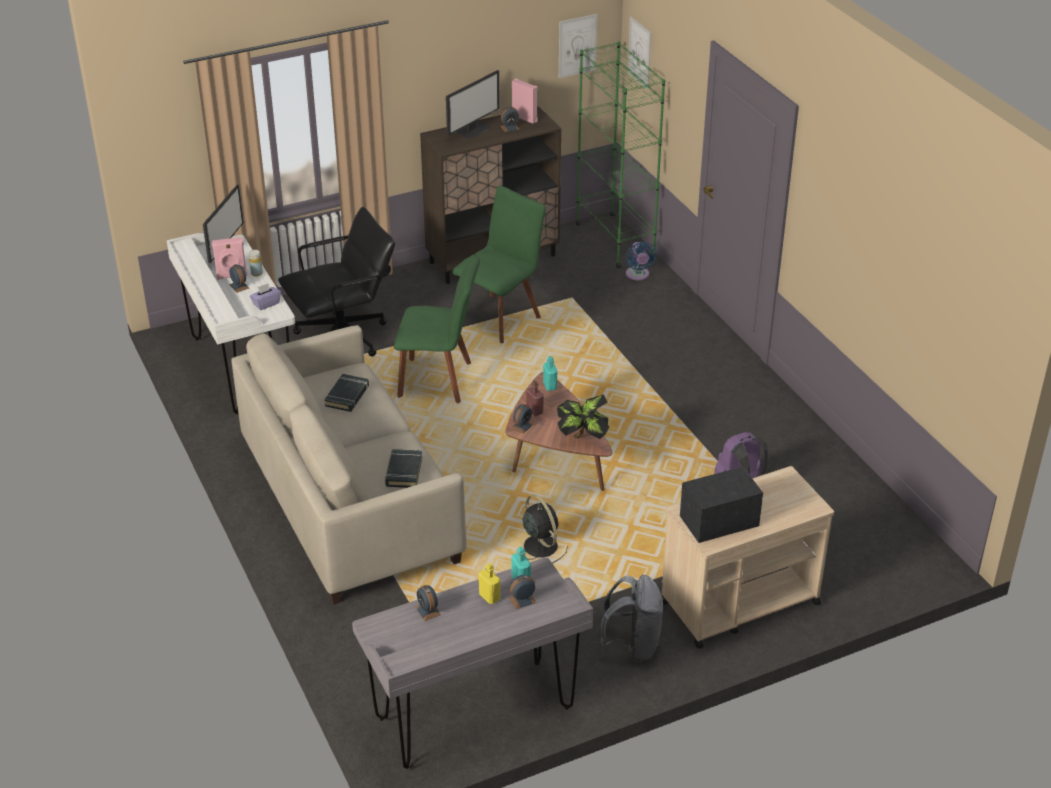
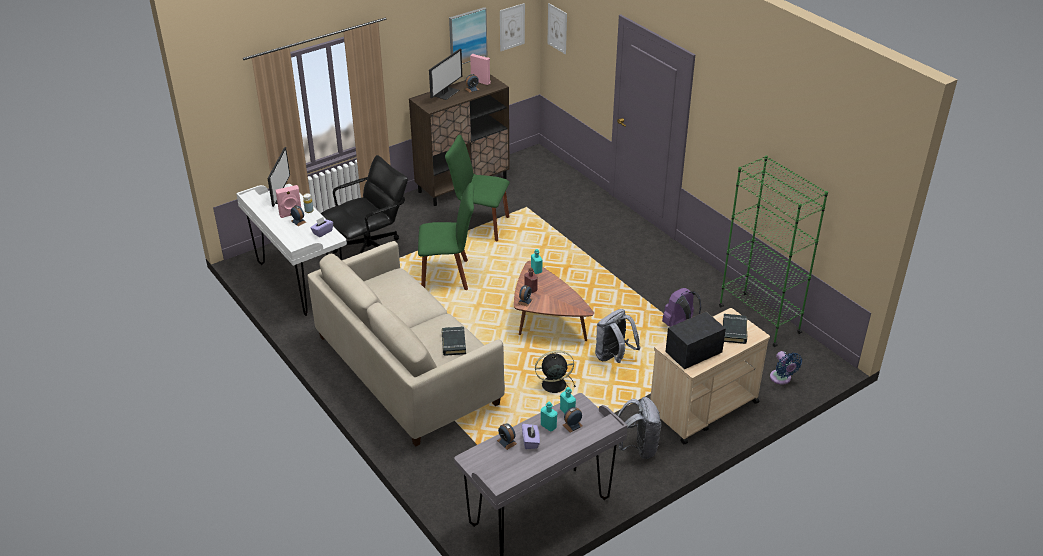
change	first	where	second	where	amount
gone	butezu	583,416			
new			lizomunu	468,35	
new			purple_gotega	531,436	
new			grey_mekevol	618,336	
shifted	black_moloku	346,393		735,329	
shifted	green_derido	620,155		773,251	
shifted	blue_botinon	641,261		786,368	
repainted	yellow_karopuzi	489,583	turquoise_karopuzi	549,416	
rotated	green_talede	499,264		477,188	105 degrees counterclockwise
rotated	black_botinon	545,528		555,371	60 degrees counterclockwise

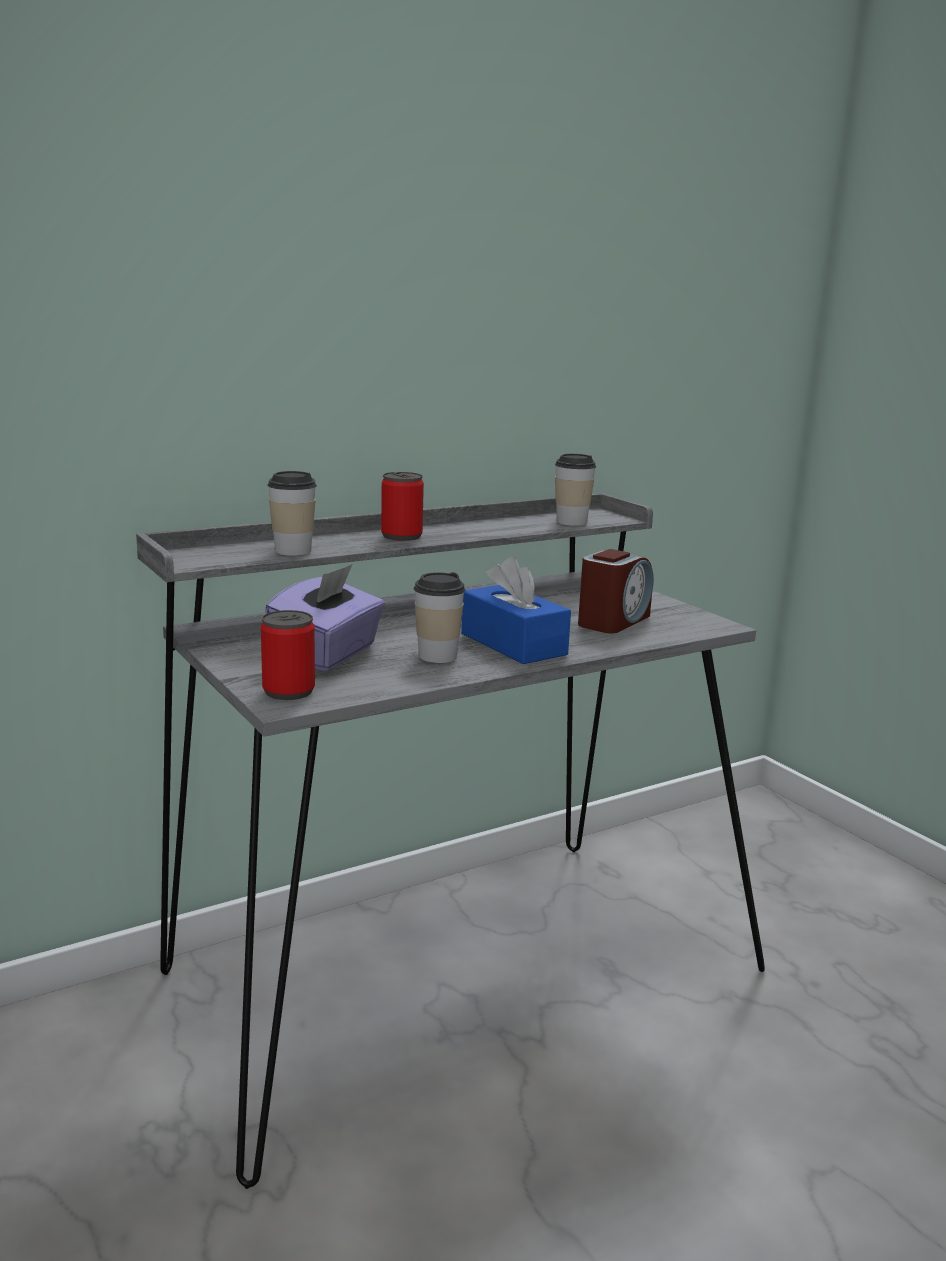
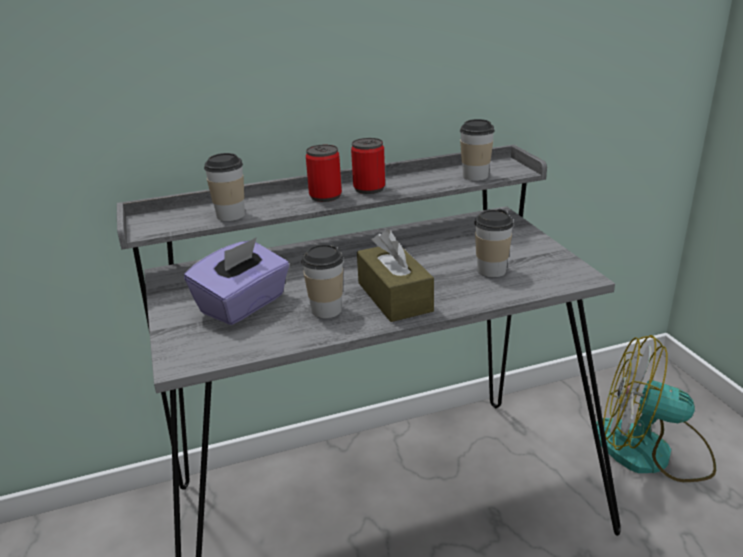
change	first	where	second	where	amount
new			botinon	656,408	
shifted	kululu	288,655		368,166	
swapped	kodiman	615,591	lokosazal	494,243	
repainted	blue_gotega	516,610	brown_gotega	395,275	

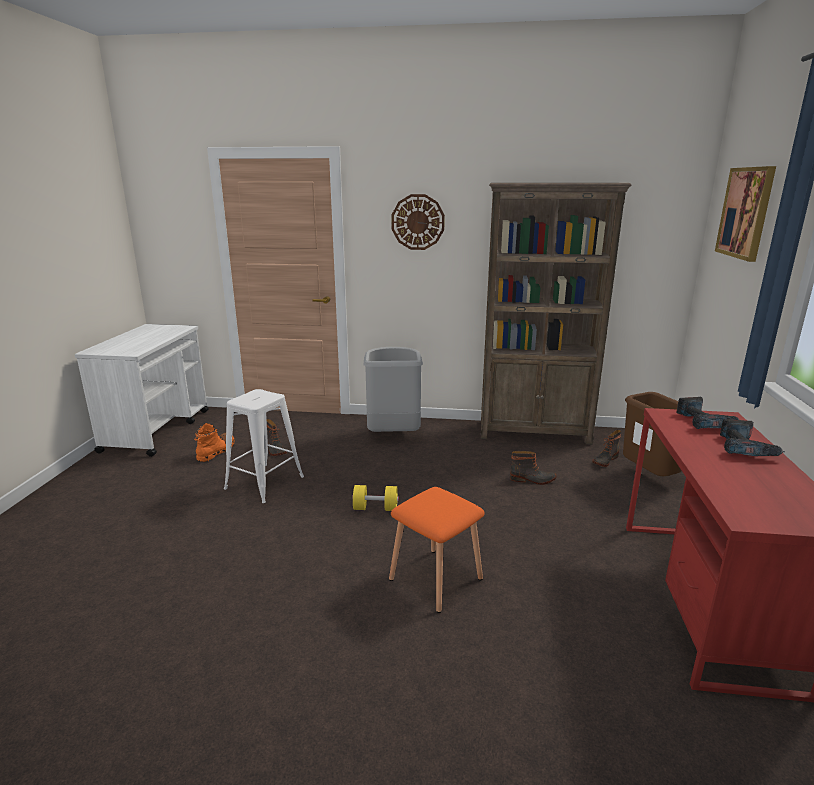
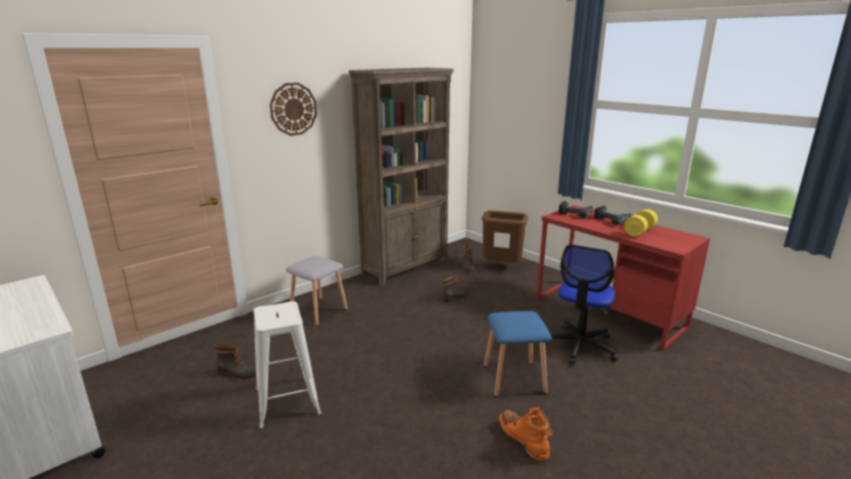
change	first	where	second	where	amount
gone	lizomunu	745,214			
new			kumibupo	582,304	
shifted	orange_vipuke	214,442		526,434	
shifted	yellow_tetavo	375,498		641,223	
swapped	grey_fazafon	393,389	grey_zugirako	317,291	
repainted	orange_zugirako	437,550	blue_zugirako	518,354	

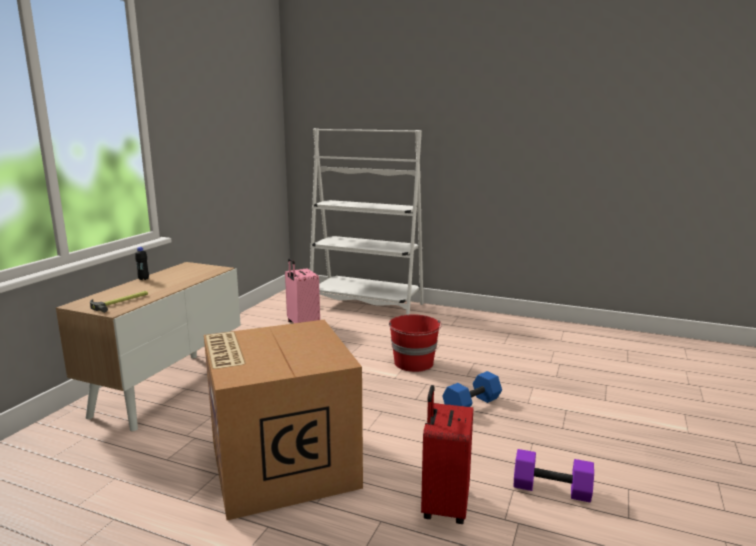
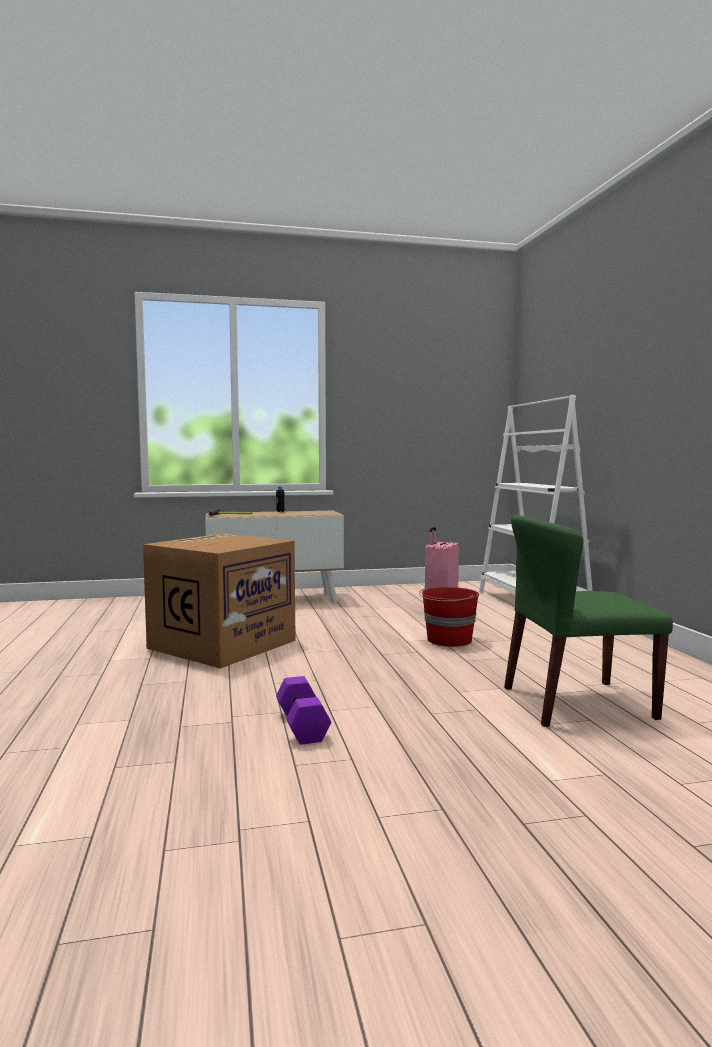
change	first	where	second	where	amount
gone	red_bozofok	447,454			
gone	blue_tetavo	472,389			
new			green_talede	588,621	

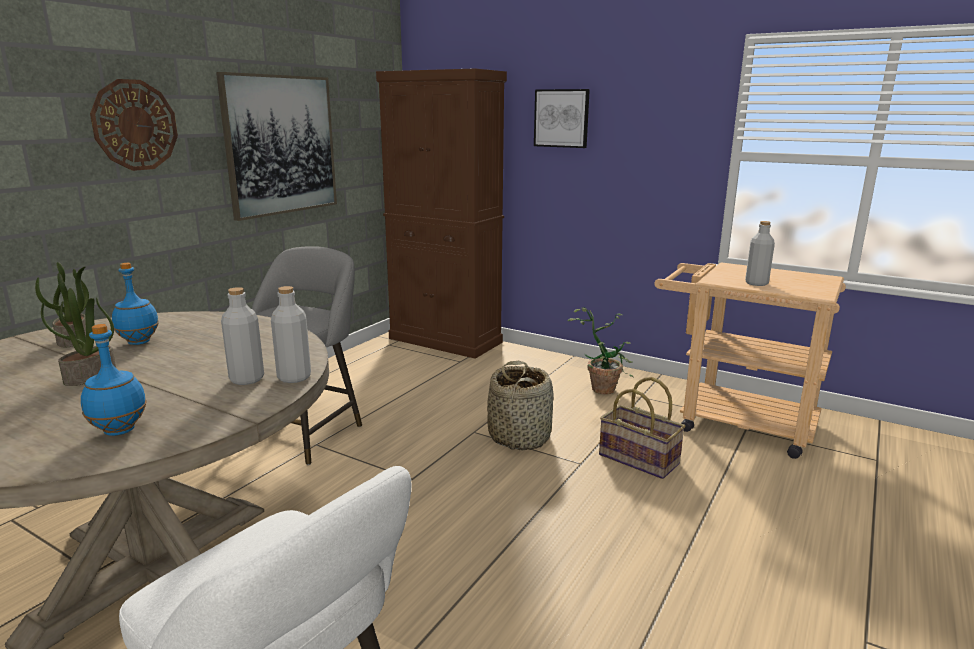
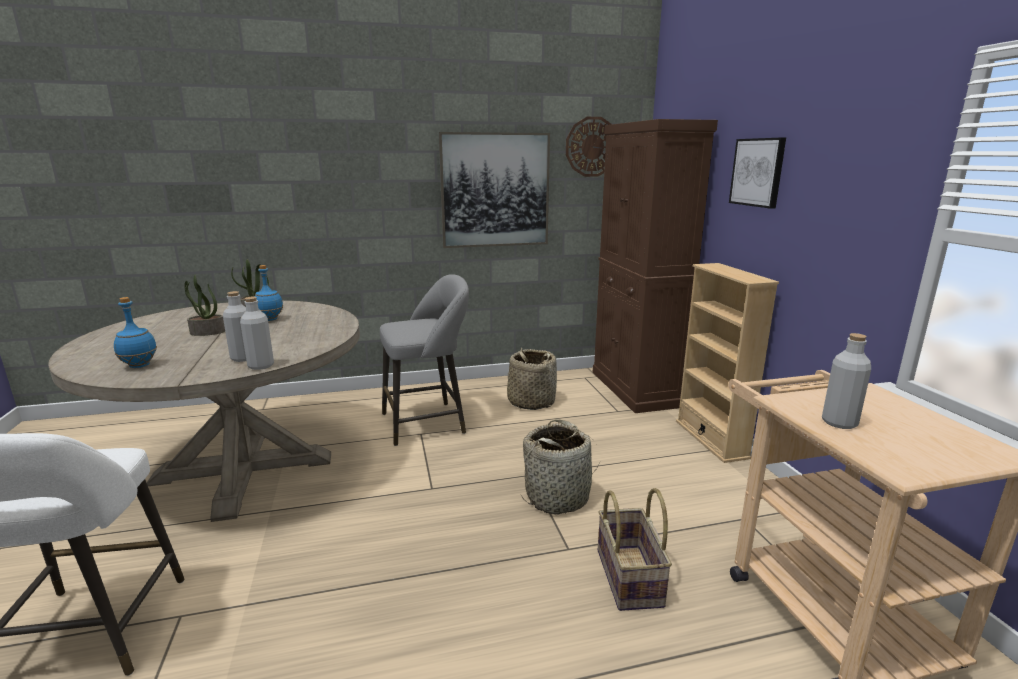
change	first	where	second	where	amount
gone	butezu	601,350			
new			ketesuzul	532,379	
new			beige_derido	727,363	
shifted	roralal	134,125		589,147	

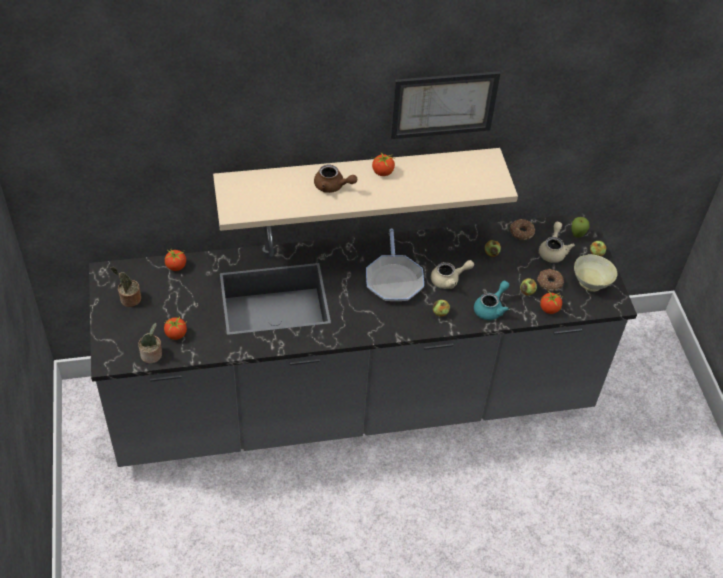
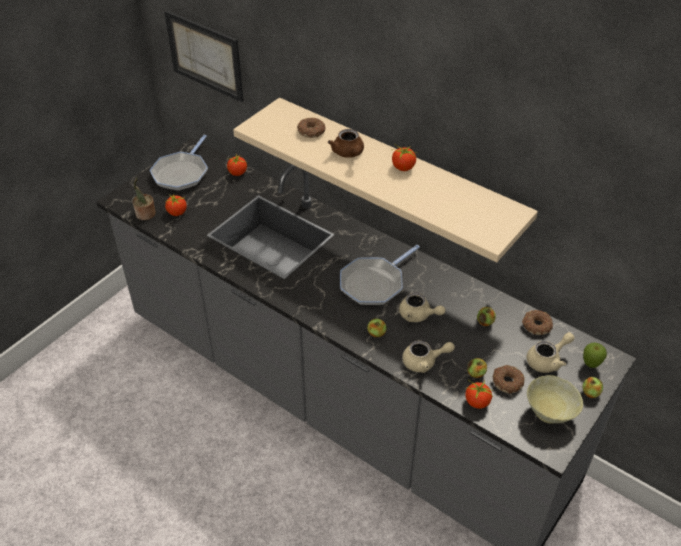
change	first	where	second	where	amount
new			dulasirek	311,128	
shifted	lizomunu	445,105		204,56	
swapped	butezu	125,287	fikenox	179,163	
repainted	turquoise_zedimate	491,300	beige_zedimate	428,356	

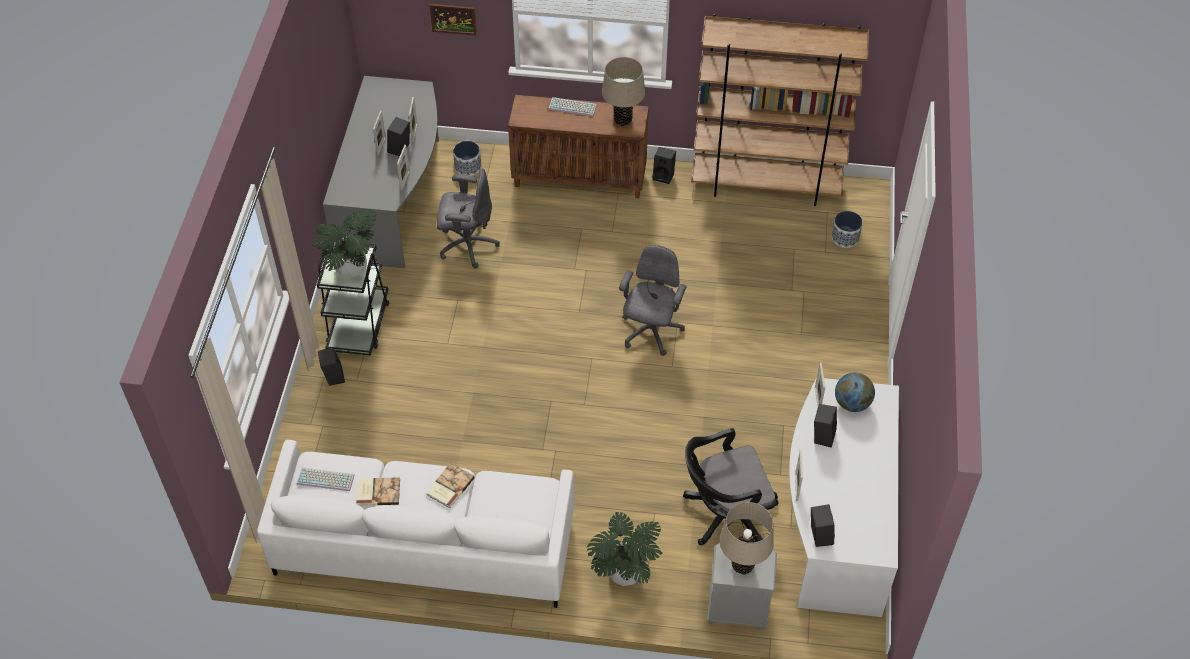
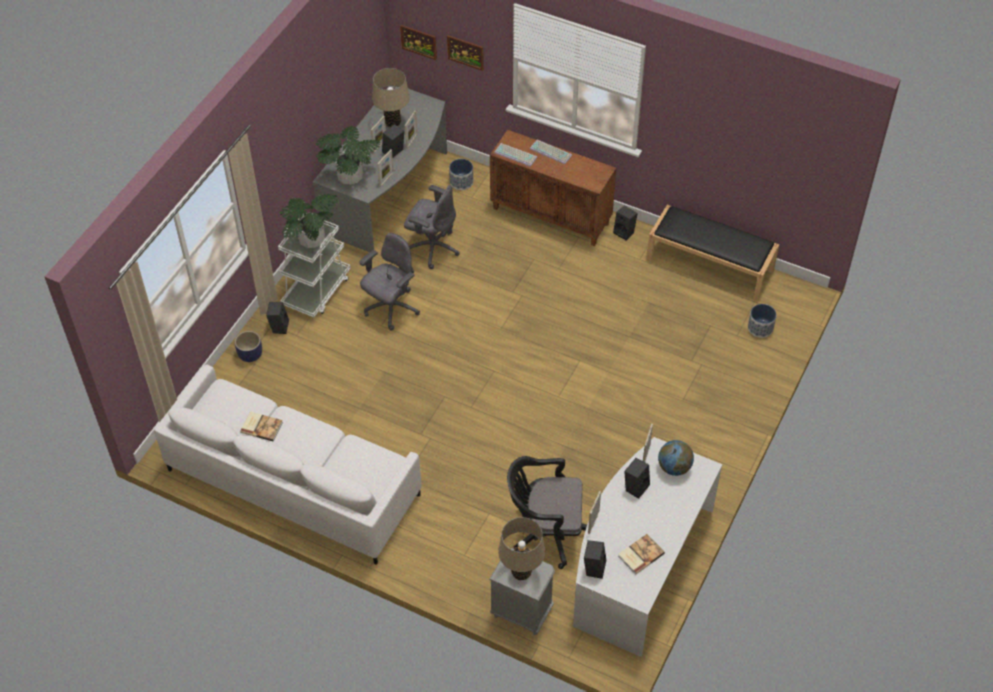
change	first	where	second	where	amount
new			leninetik	248,346	
new			lizomunu	418,42	
shifted	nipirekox	325,479		515,155	
shifted	moloku	450,485		641,554	
shifted	butezu	624,549		348,155	
shifted	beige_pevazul	623,91		391,97	
shifted	grey_kumibupo	653,300		389,281	
swapped	brown_derido	780,110	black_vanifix	713,252	
repainted	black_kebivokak	353,297	white_kebivokak	314,265	

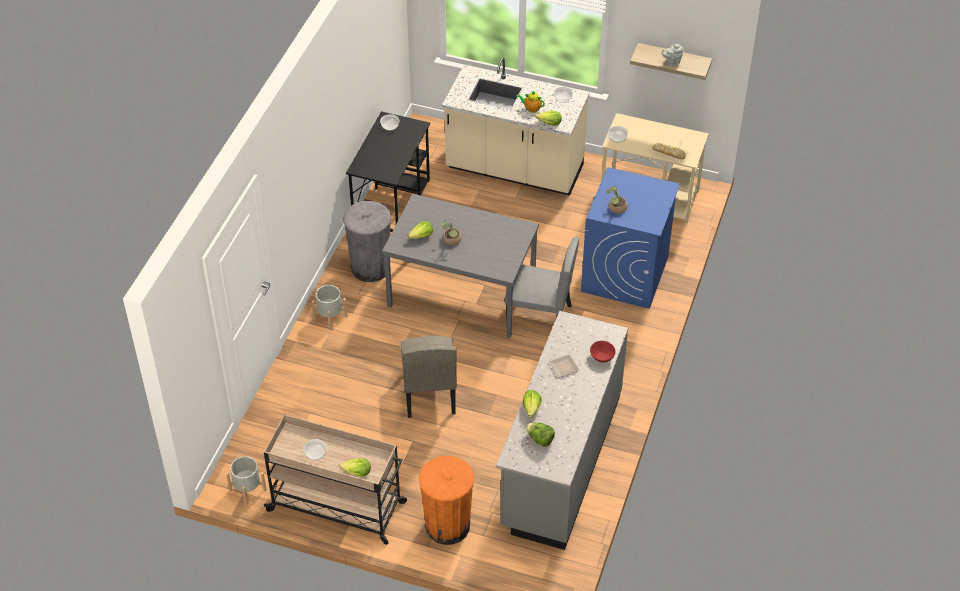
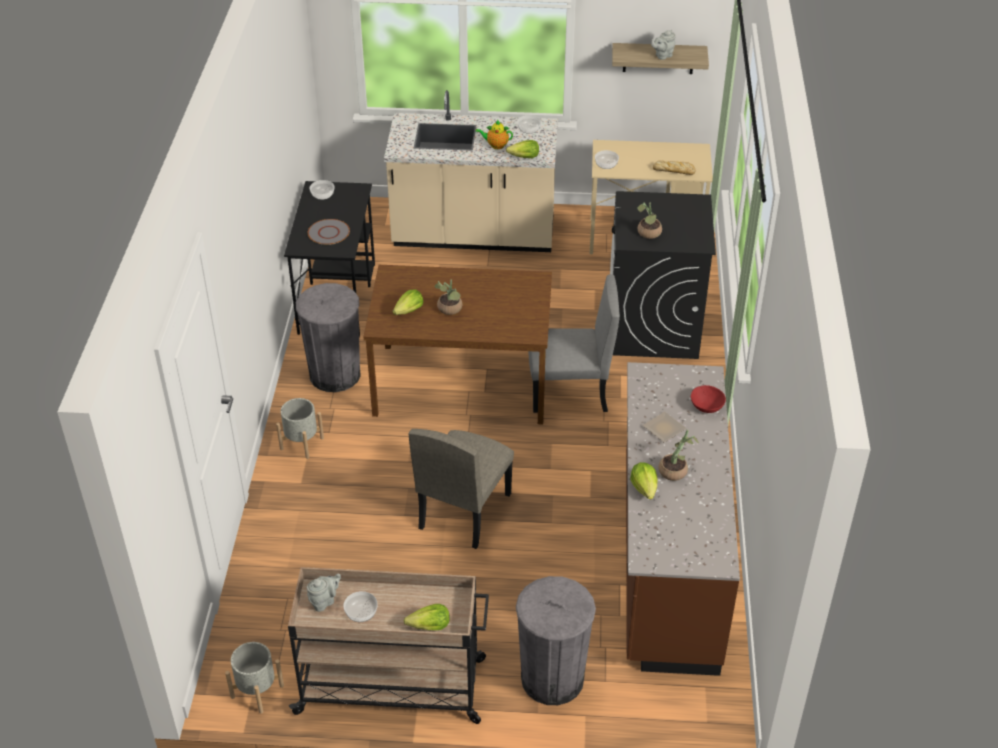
change	first	where	second	where	amount
gone	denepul	540,434			
new			grey_zedimate	324,593	
new			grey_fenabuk	329,232	
new			butezu	678,455	
repainted	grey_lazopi	460,266	brown_lazopi	457,345	
repainted	orange_fazafon	446,500	grey_fazafon	556,640	
repainted	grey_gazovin	562,430	brown_gazovin	683,519	
repainted	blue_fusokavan	630,238	black_fusokavan	663,275	
rotated	beige_talede	428,377		461,489	45 degrees clockwise

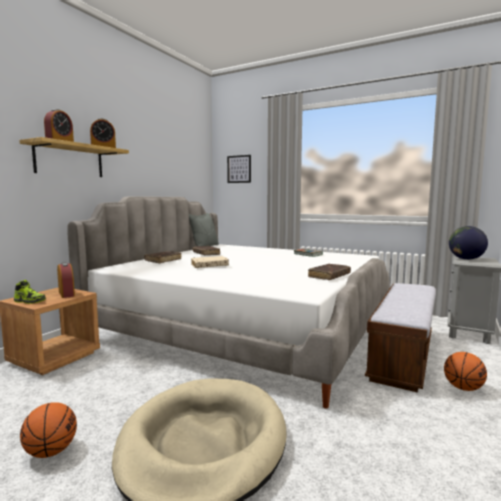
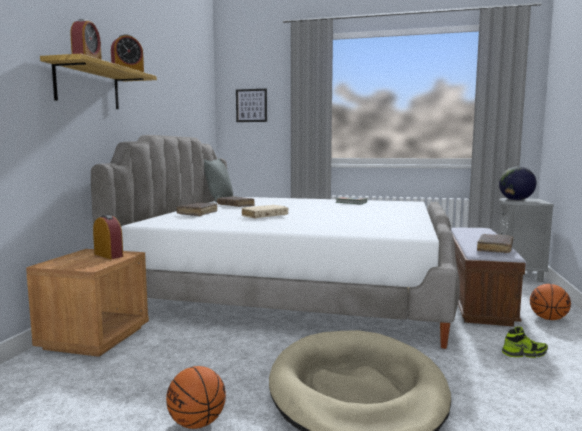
change	first	where	second	where	amount
shifted	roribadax	30,292		525,342	
shifted	brown_moloku	329,272		495,243	

